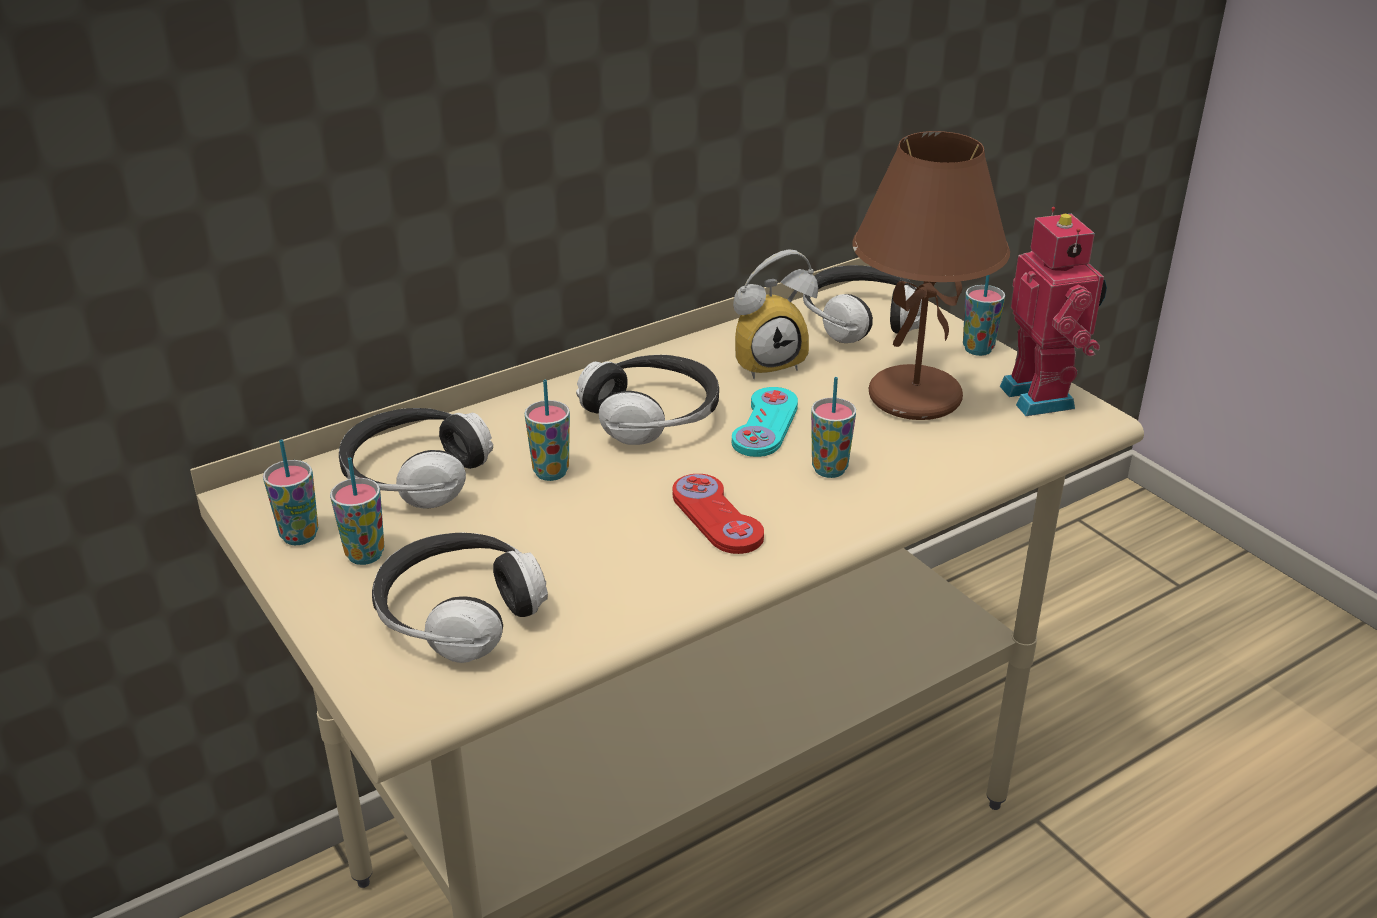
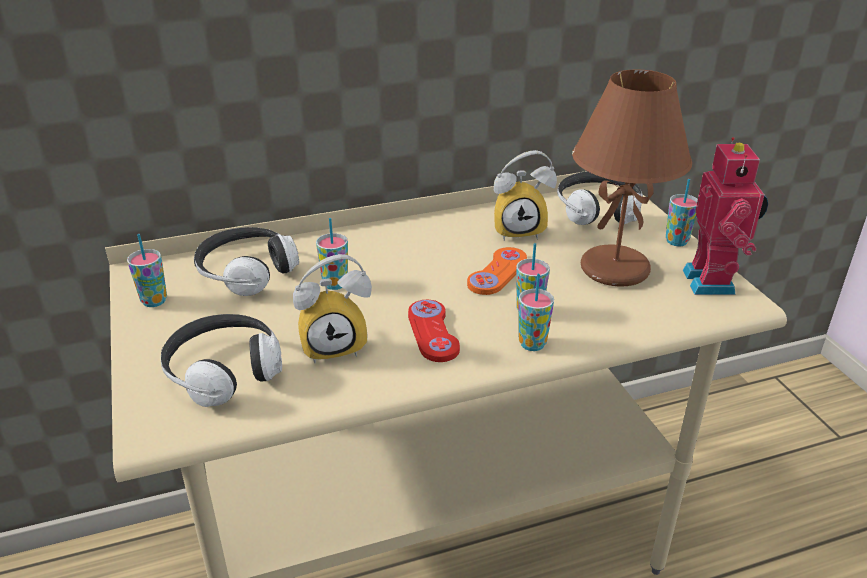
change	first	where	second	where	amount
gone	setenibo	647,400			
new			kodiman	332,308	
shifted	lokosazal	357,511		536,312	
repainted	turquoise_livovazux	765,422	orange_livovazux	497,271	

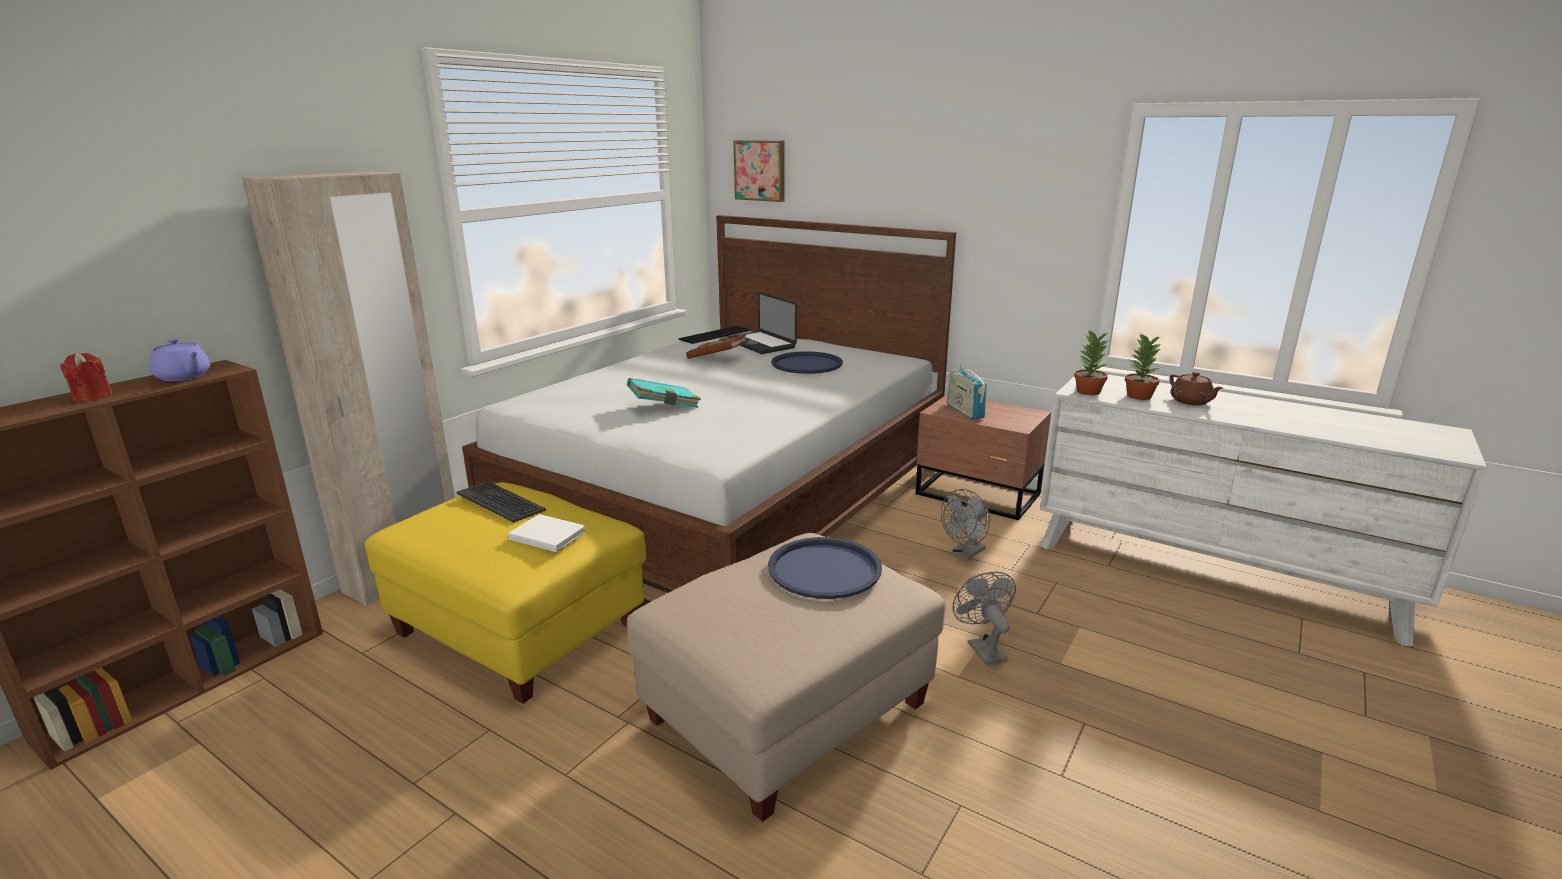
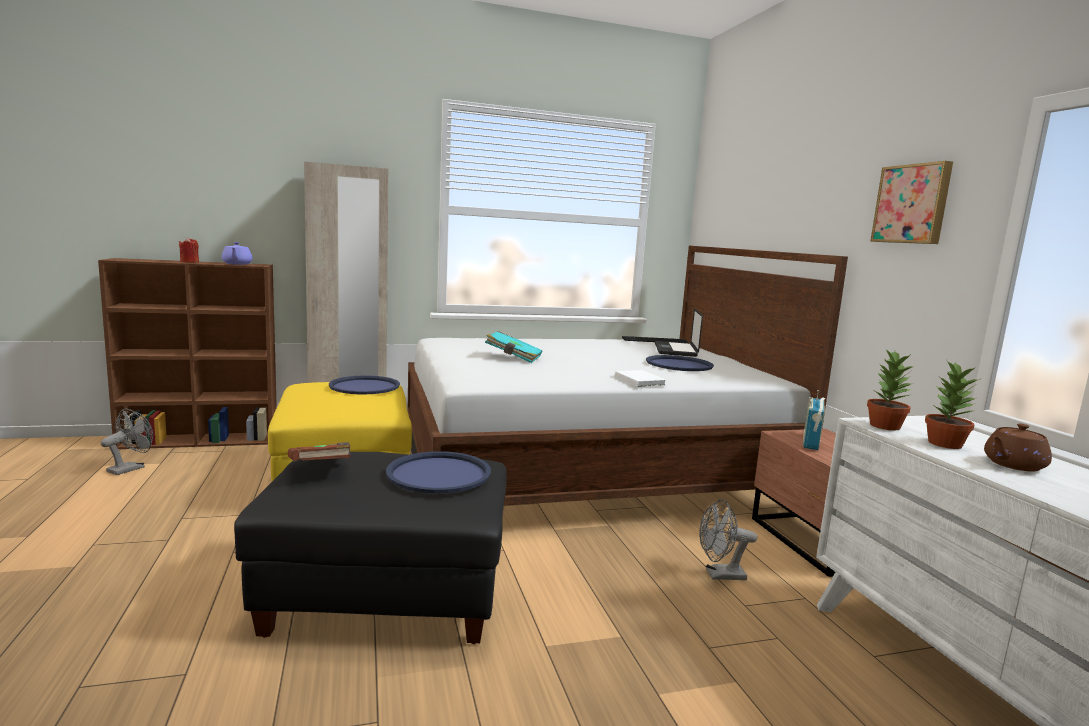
change	first	where	second	where	amount
shifted	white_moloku	547,533		640,378	
shifted	brown_moloku	717,346		319,451	
shifted	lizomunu	759,171		911,202	
shifted	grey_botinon	984,618		127,442	
swapped	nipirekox	501,502	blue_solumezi	364,385	
repainted	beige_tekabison	786,677	black_tekabison	370,548	
rotated	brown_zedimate	1196,388		1018,447	45 degrees clockwise

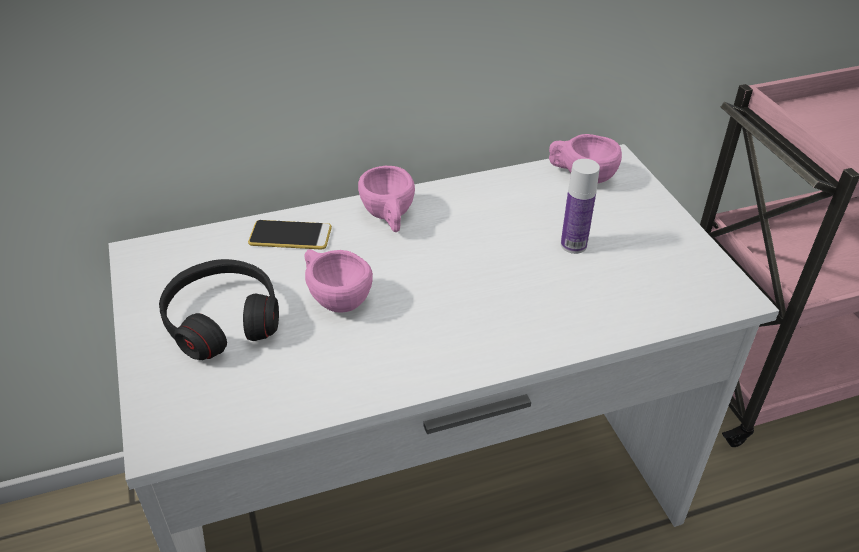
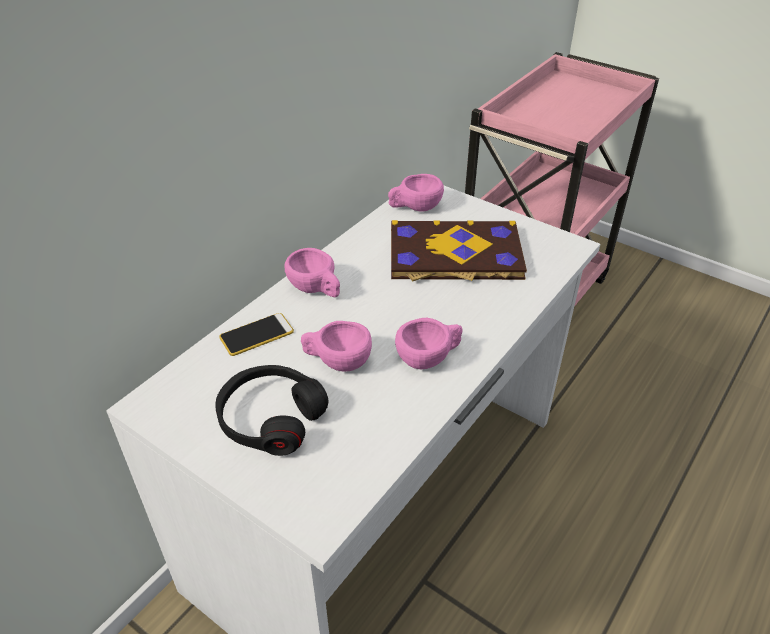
change	first	where	second	where	amount
new			pink_lokosazal	429,343	
swapped	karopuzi	580,206	moloku	459,251	

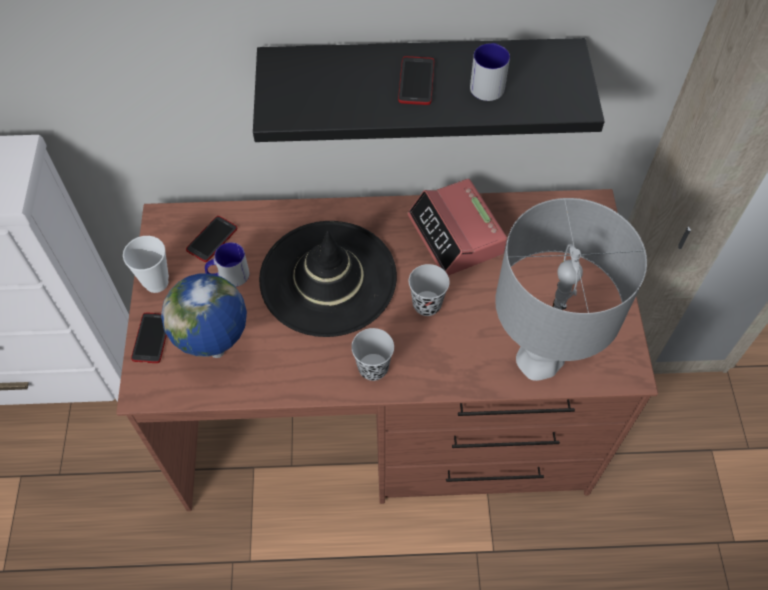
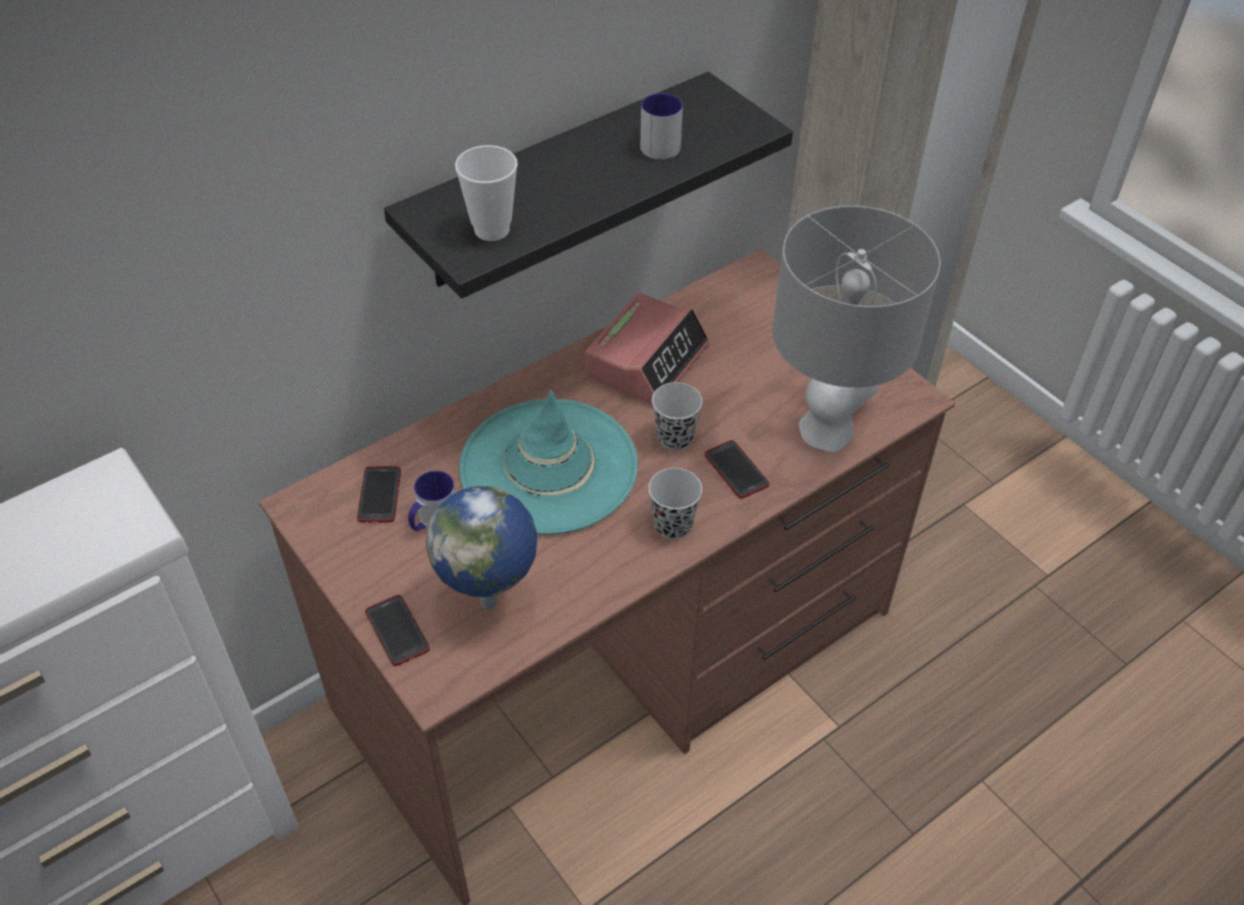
change	first	where	second	where	amount
shifted	lokosazal	146,264		486,193	
shifted	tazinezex	416,80		736,469	
repainted	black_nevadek	328,279	turquoise_nevadek	548,462	
rotated	kodiman	457,227		647,349	90 degrees counterclockwise

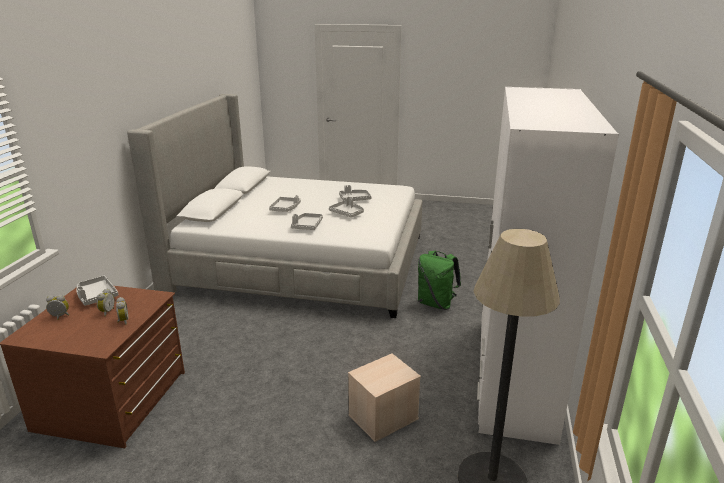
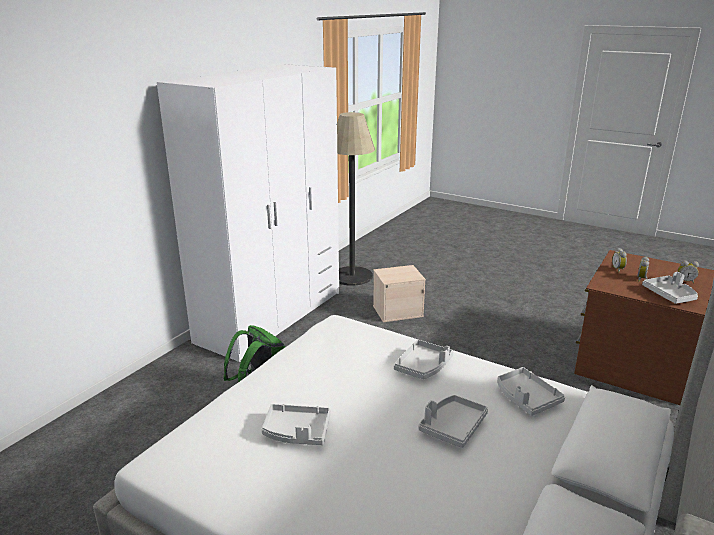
change	first	where	second	where	amount
shifted	grey_solumezi	346,207		531,391	

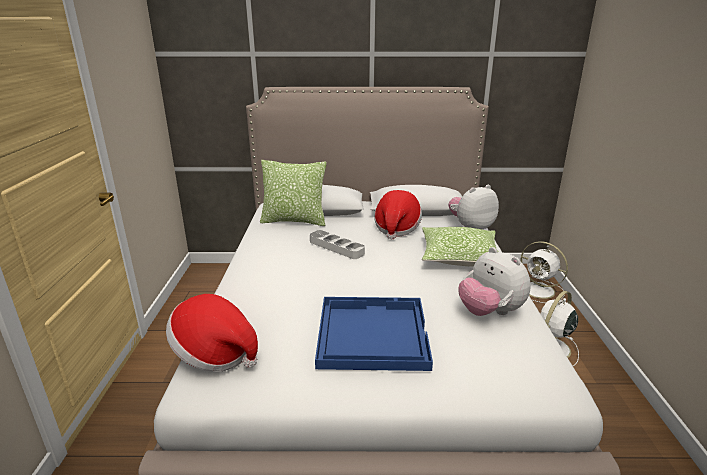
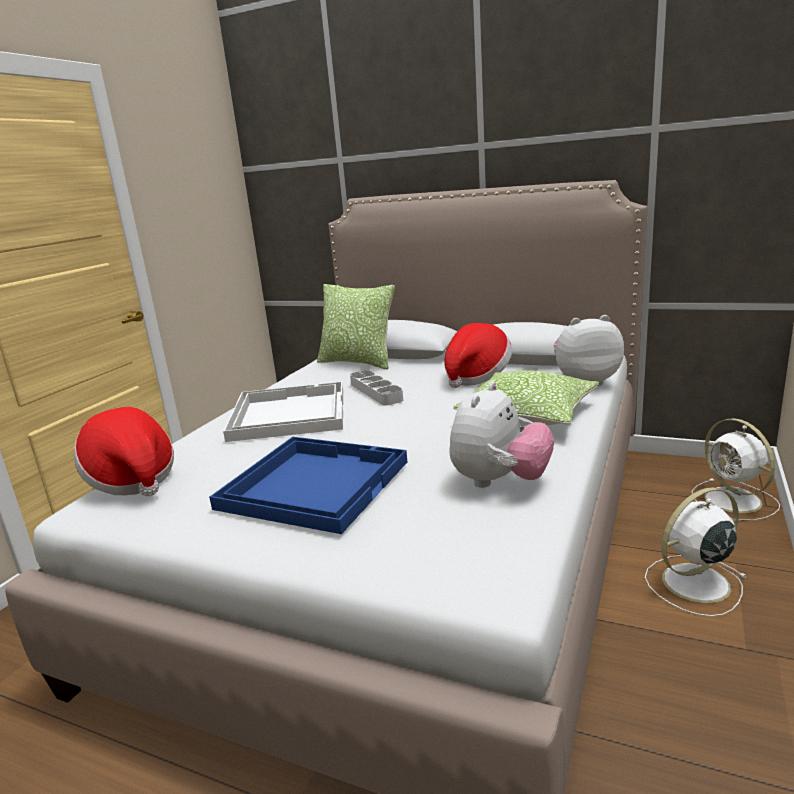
change	first	where	second	where	amount
new			white_solumezi	283,412	
rotated	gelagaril	494,281		501,435	135 degrees counterclockwise

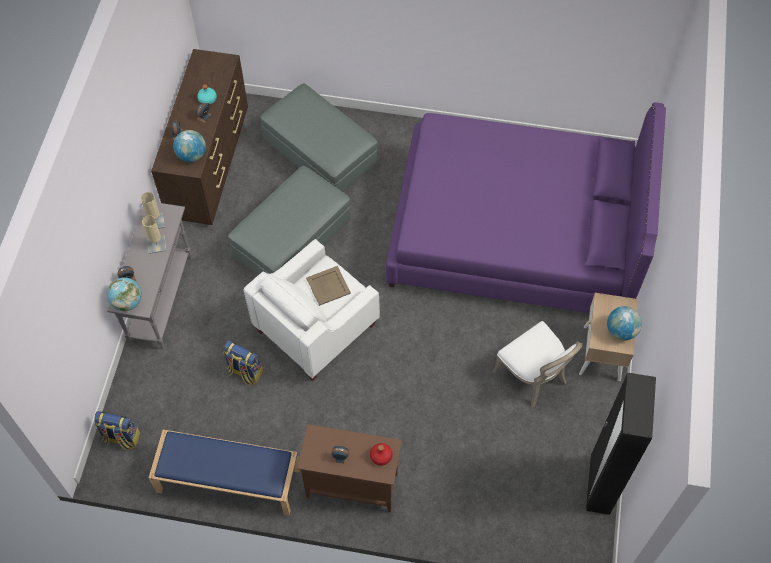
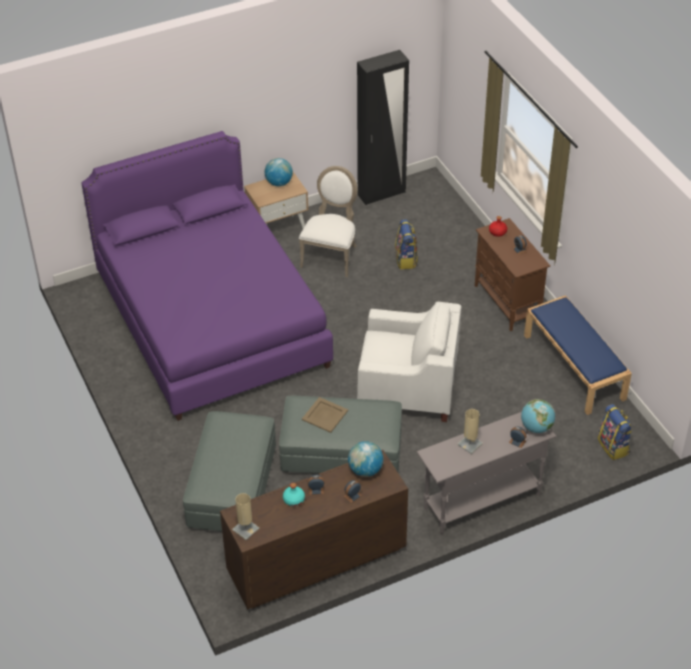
change	first	where	second	where	amount
shifted	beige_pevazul	153,210		245,516	
shifted	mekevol	243,363		406,244	
shifted	beige_solumezi	328,286		325,415	

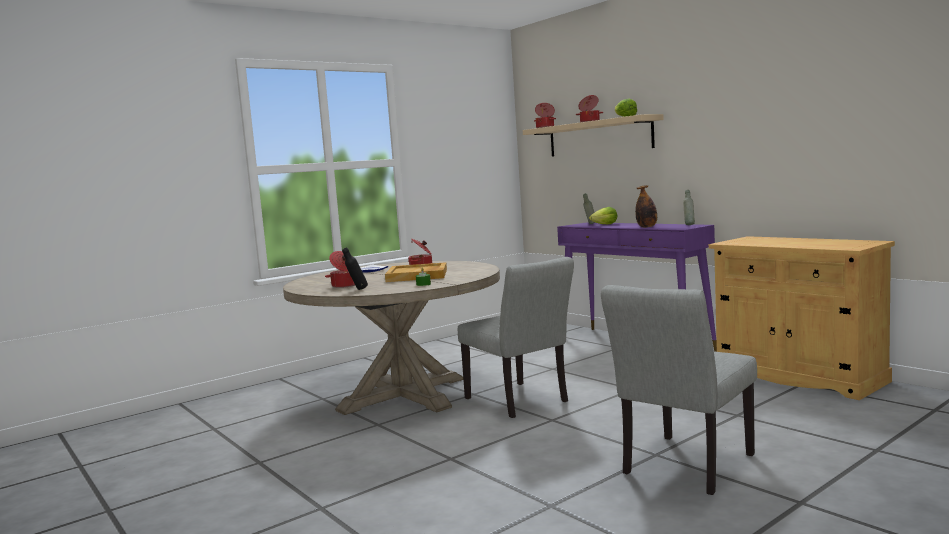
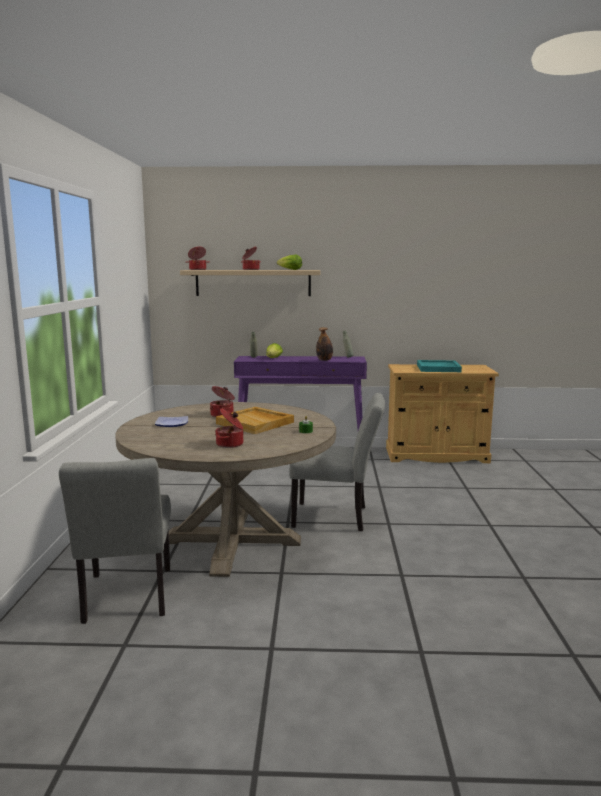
change	first	where	second	where	amount
gone	black_karopuzi	355,268			
new			turquoise_solumezi	439,366	
shifted	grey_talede	679,390		115,541	

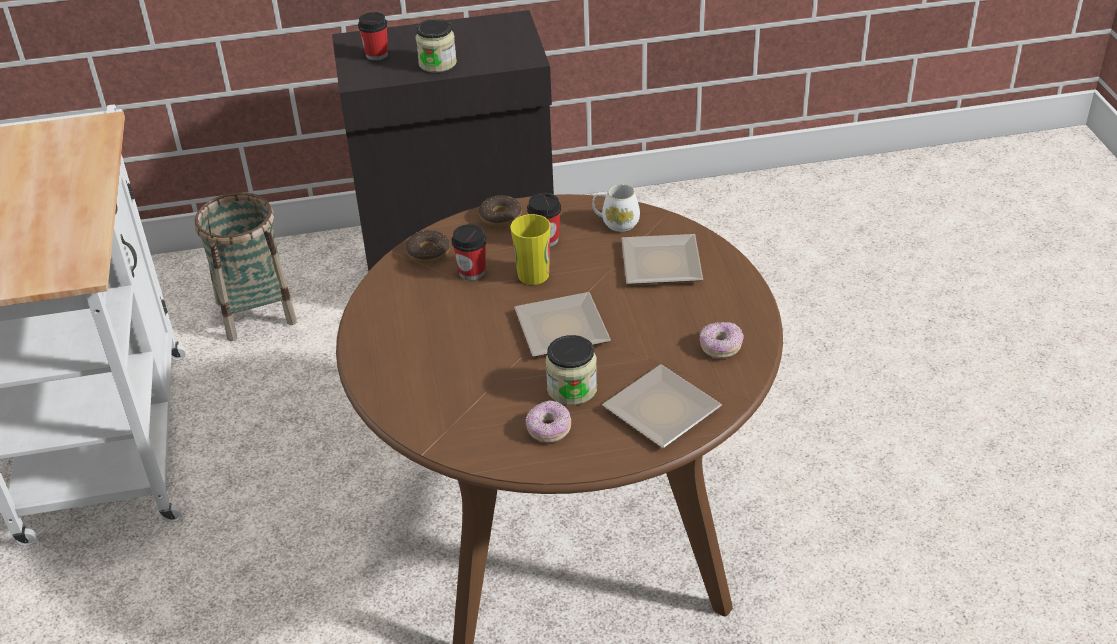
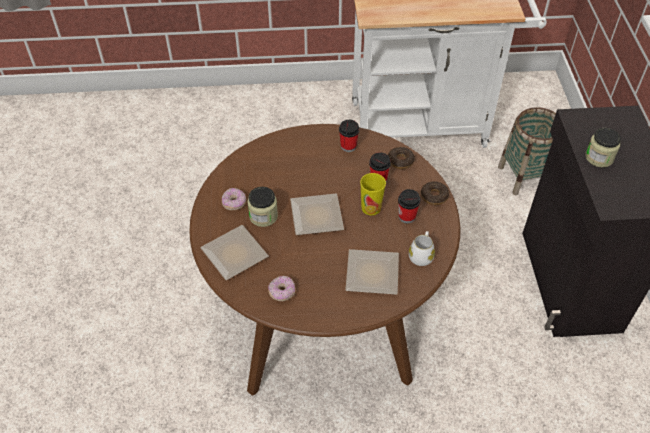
change	first	where	second	where	amount
shifted	lokosazal	373,36		349,136	

